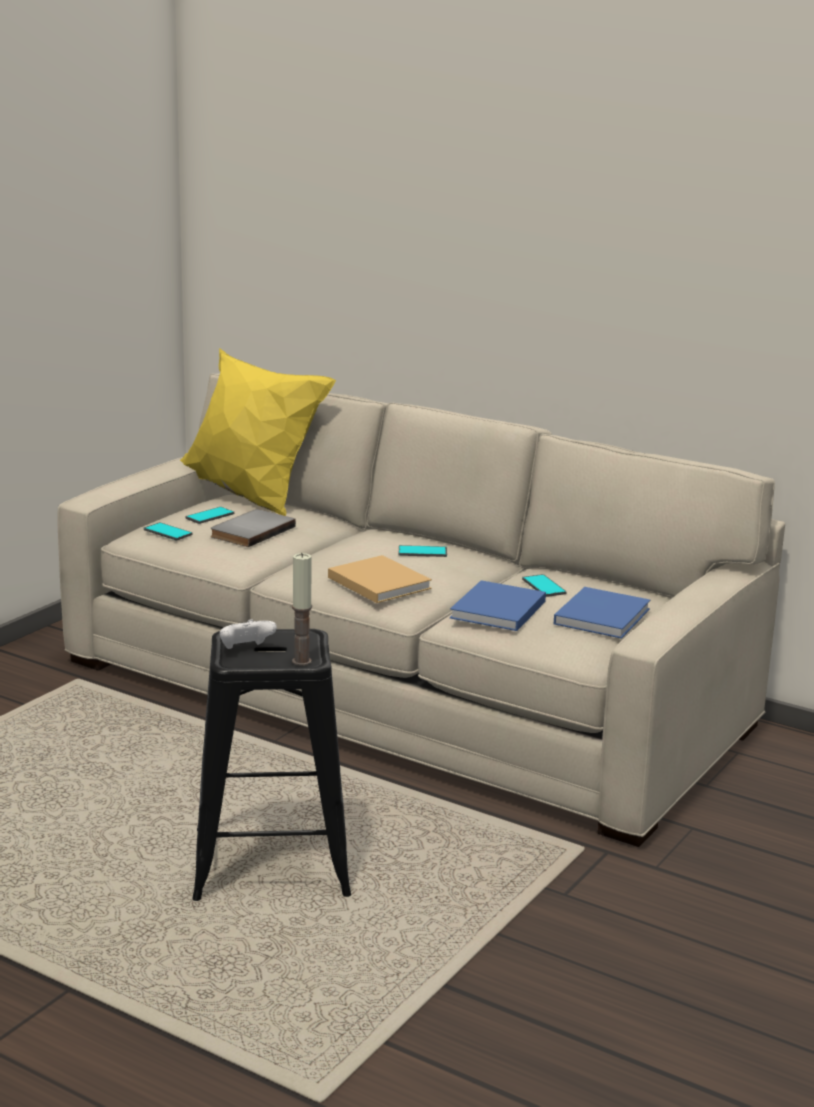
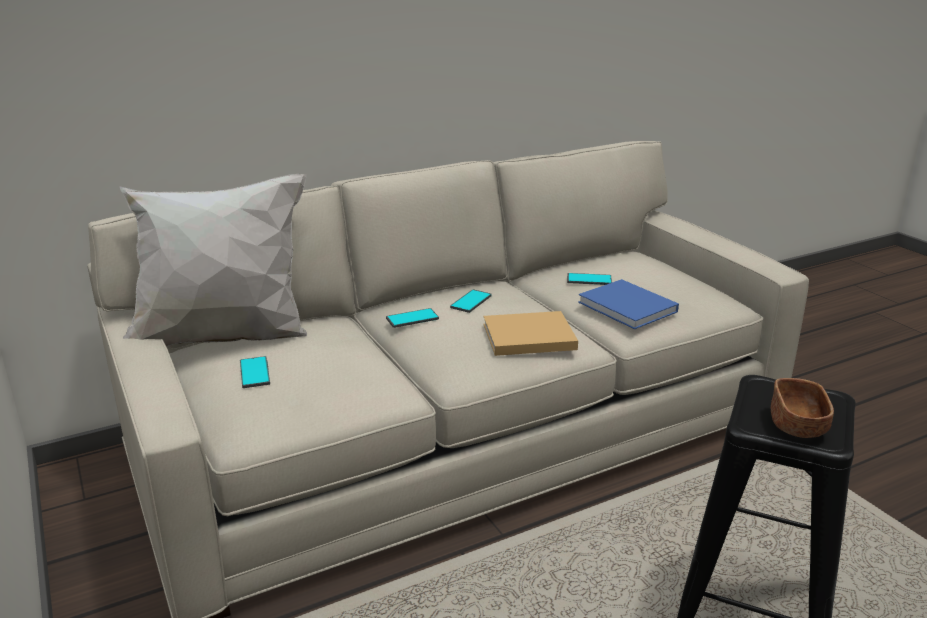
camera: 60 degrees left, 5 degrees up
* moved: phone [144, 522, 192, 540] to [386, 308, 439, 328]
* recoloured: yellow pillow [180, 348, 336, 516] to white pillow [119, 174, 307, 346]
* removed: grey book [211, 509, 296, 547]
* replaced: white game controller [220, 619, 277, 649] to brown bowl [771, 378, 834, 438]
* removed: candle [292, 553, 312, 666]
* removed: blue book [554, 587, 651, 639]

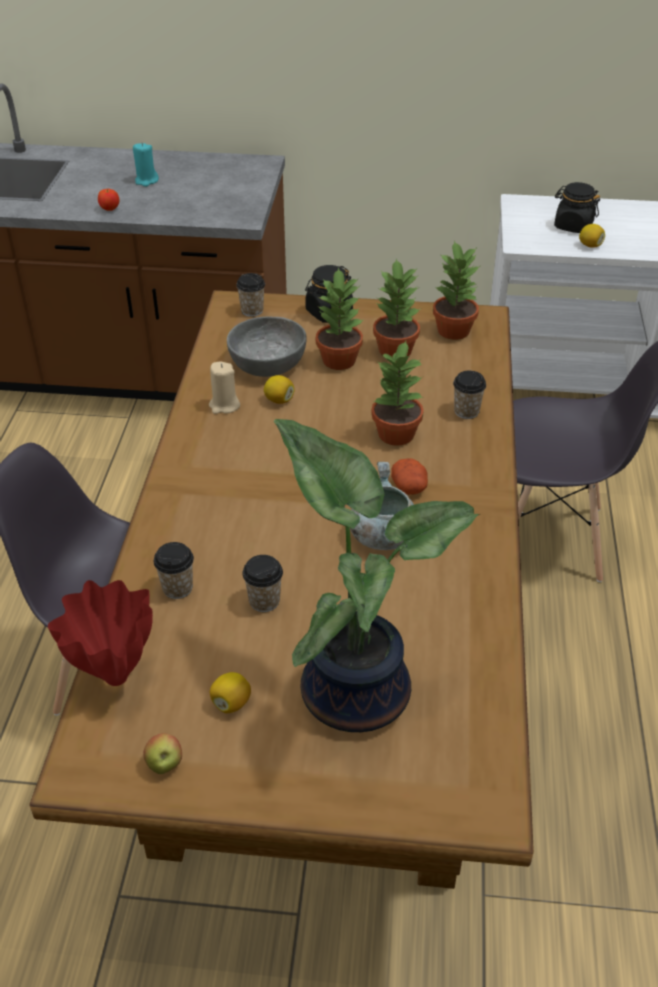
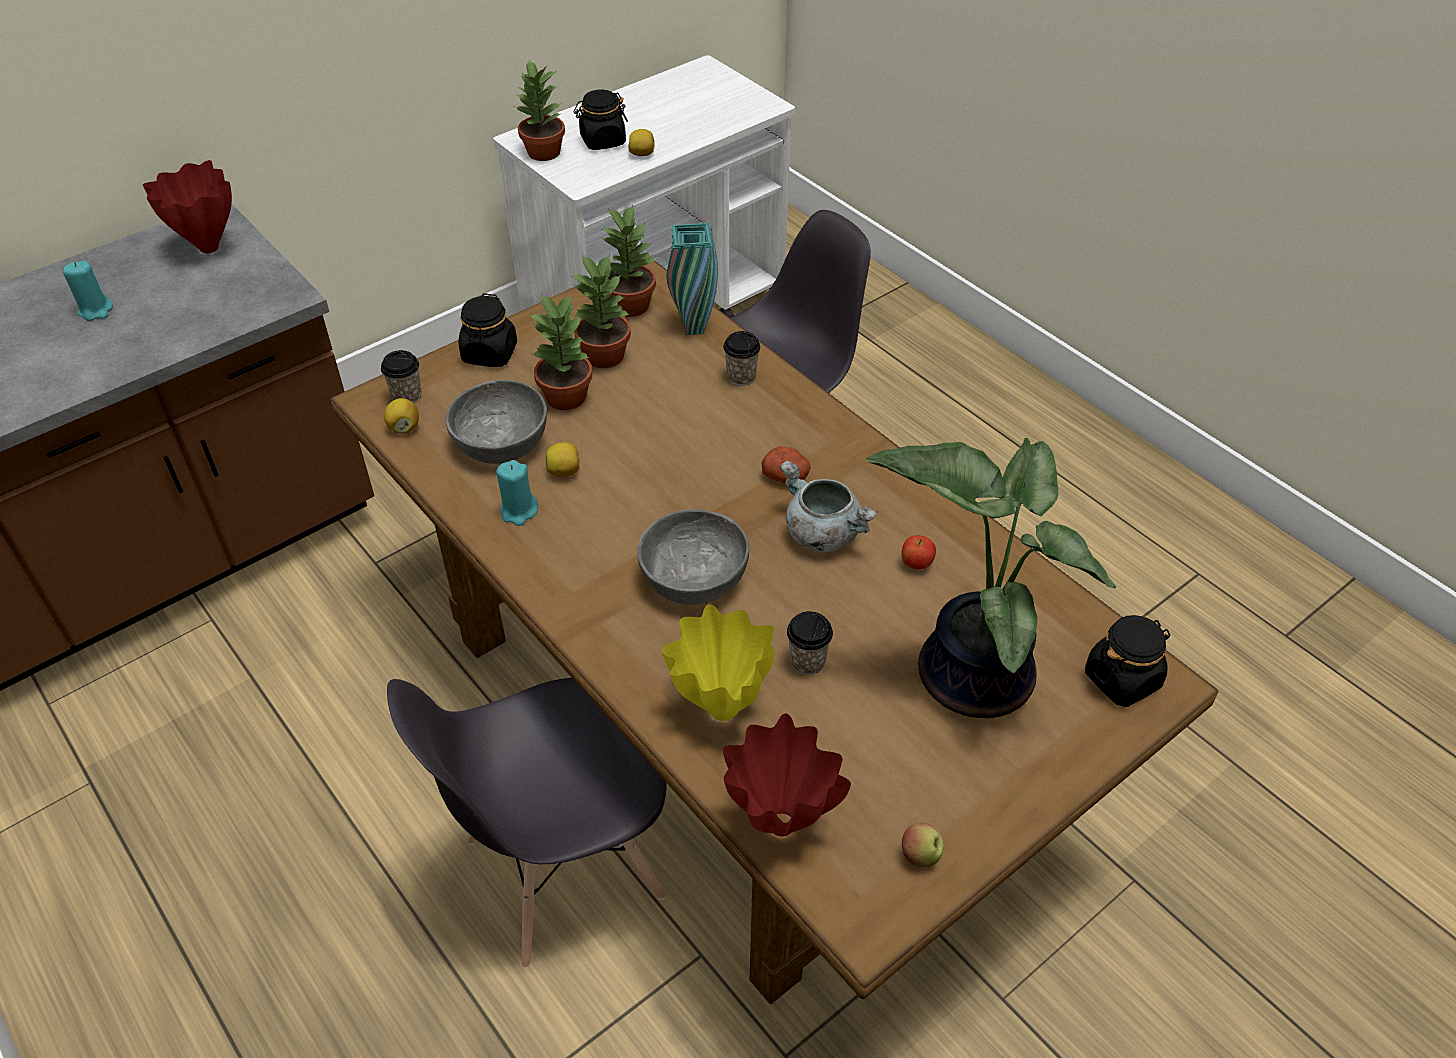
camera: 45 degrees left, 5 degrees up
* moved: apple [98, 189, 119, 211] to [901, 535, 936, 570]
* replaced: cup [154, 542, 194, 599] to yellow vase [662, 604, 775, 721]
* recoloured: beige candle [209, 362, 240, 414] to turquoise candle [496, 460, 538, 526]
* moved: lemon [210, 672, 251, 713] to [384, 398, 419, 434]
* moved: potted plant [371, 341, 424, 446] to [514, 60, 565, 161]
* added: red vase [143, 160, 232, 253]
* added: grey bowl [637, 509, 749, 605]
* added: turquoise vase [667, 223, 718, 335]
* added: black jar [1085, 615, 1170, 707]

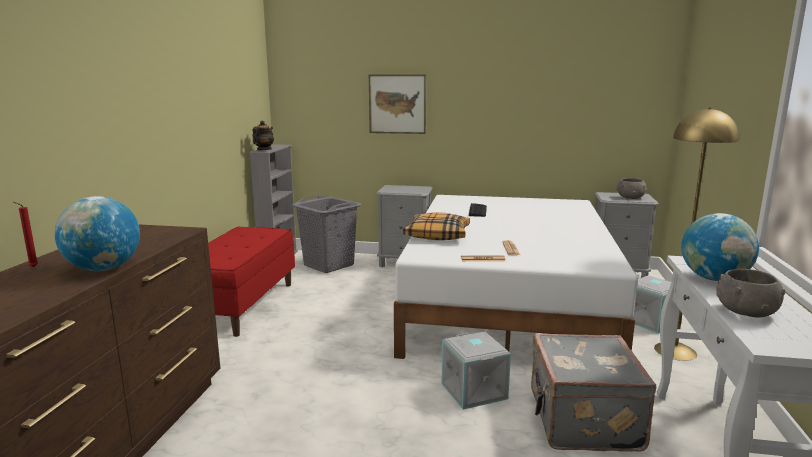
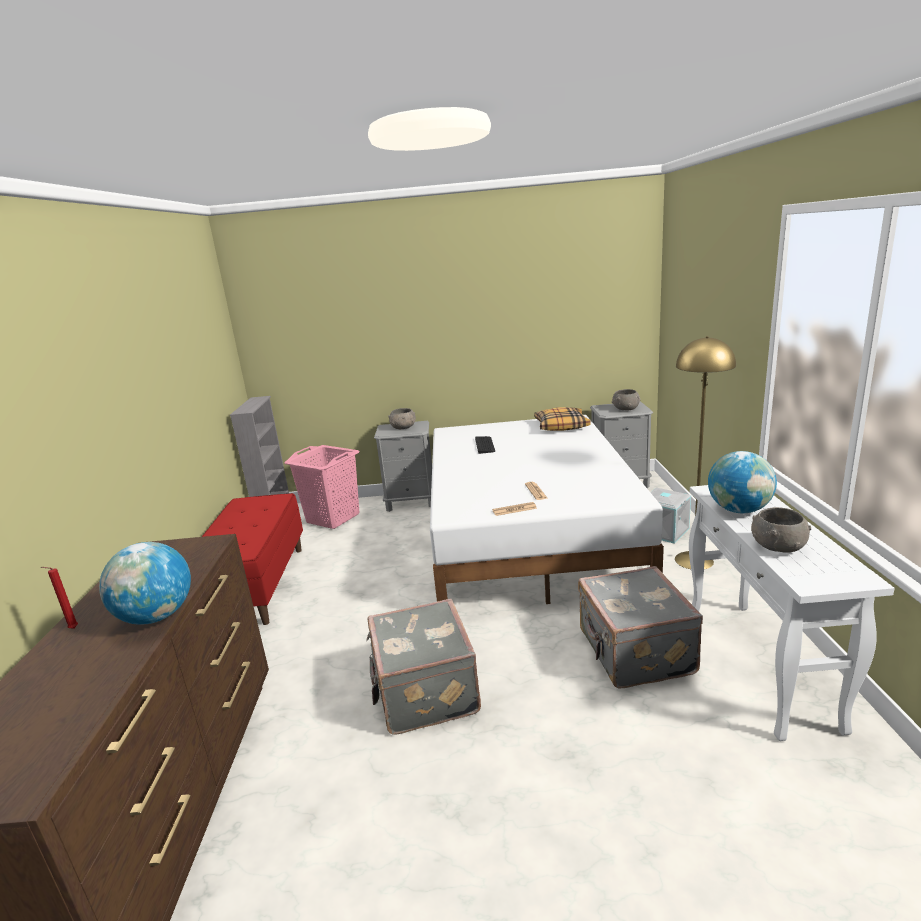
camera: 10 degrees left, 5 degrees up
* removed: teapot [252, 120, 274, 151]
* recoloured: grey laundry basket [292, 195, 362, 273] to pink laundry basket [284, 445, 360, 529]
* removed: picture [369, 74, 426, 134]
* moved: pillow [403, 212, 470, 240] to [534, 407, 591, 431]
* removed: grey storage box [441, 332, 511, 410]
* added: grey suitcase [366, 599, 481, 735]
* added: grey bowl [388, 408, 416, 429]

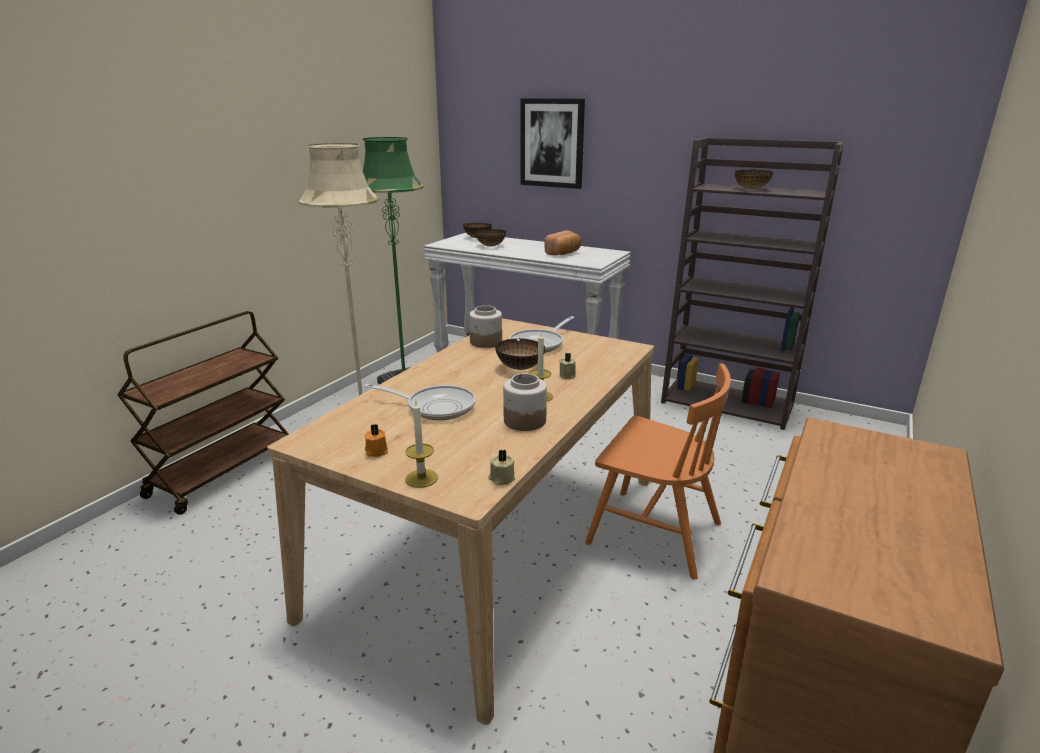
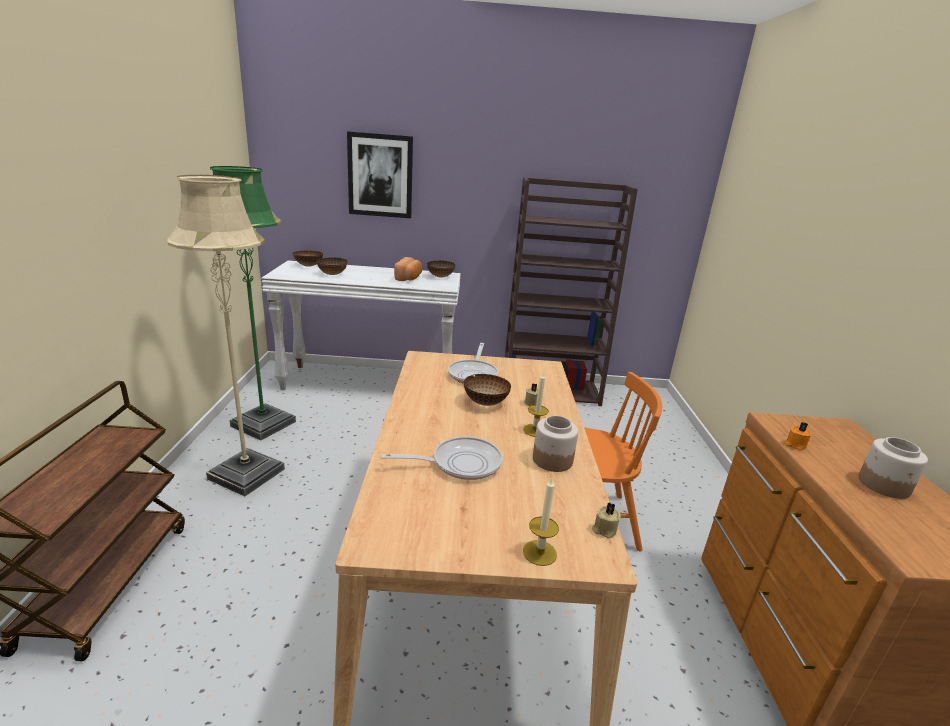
camera: 30 degrees left, 0 degrees up
* moved: orange candle [364, 424, 388, 457] to [784, 422, 812, 450]
* moved: jar [469, 305, 502, 348] to [858, 437, 928, 499]
* moved: bowl [734, 170, 774, 190] to [427, 260, 455, 277]

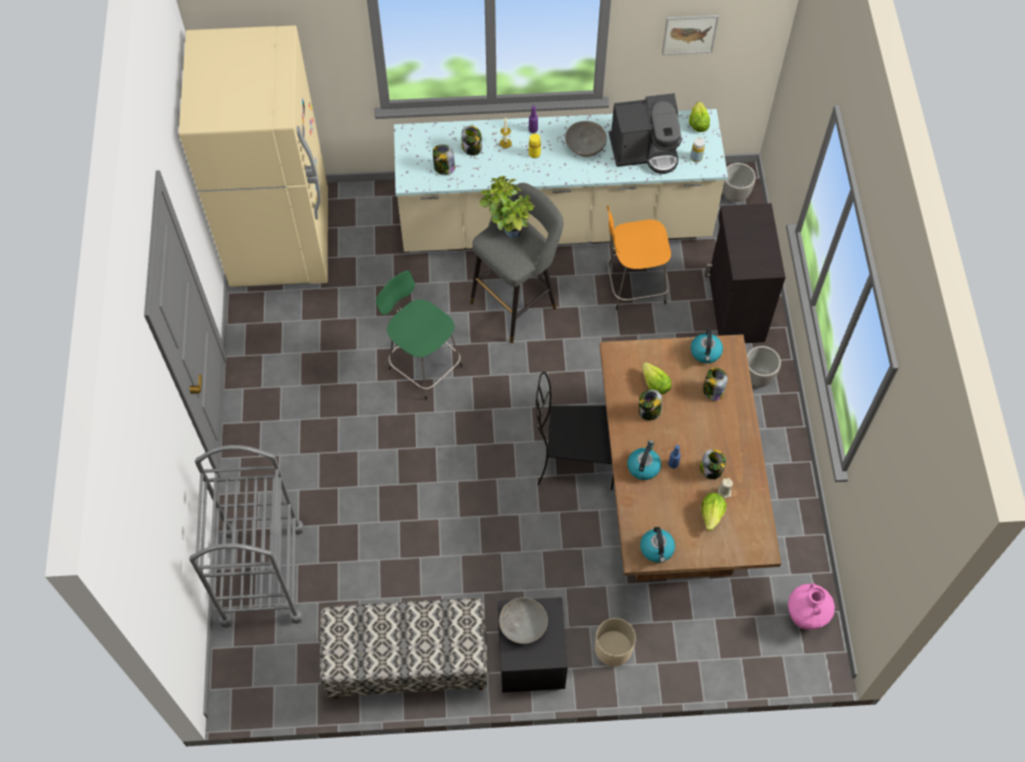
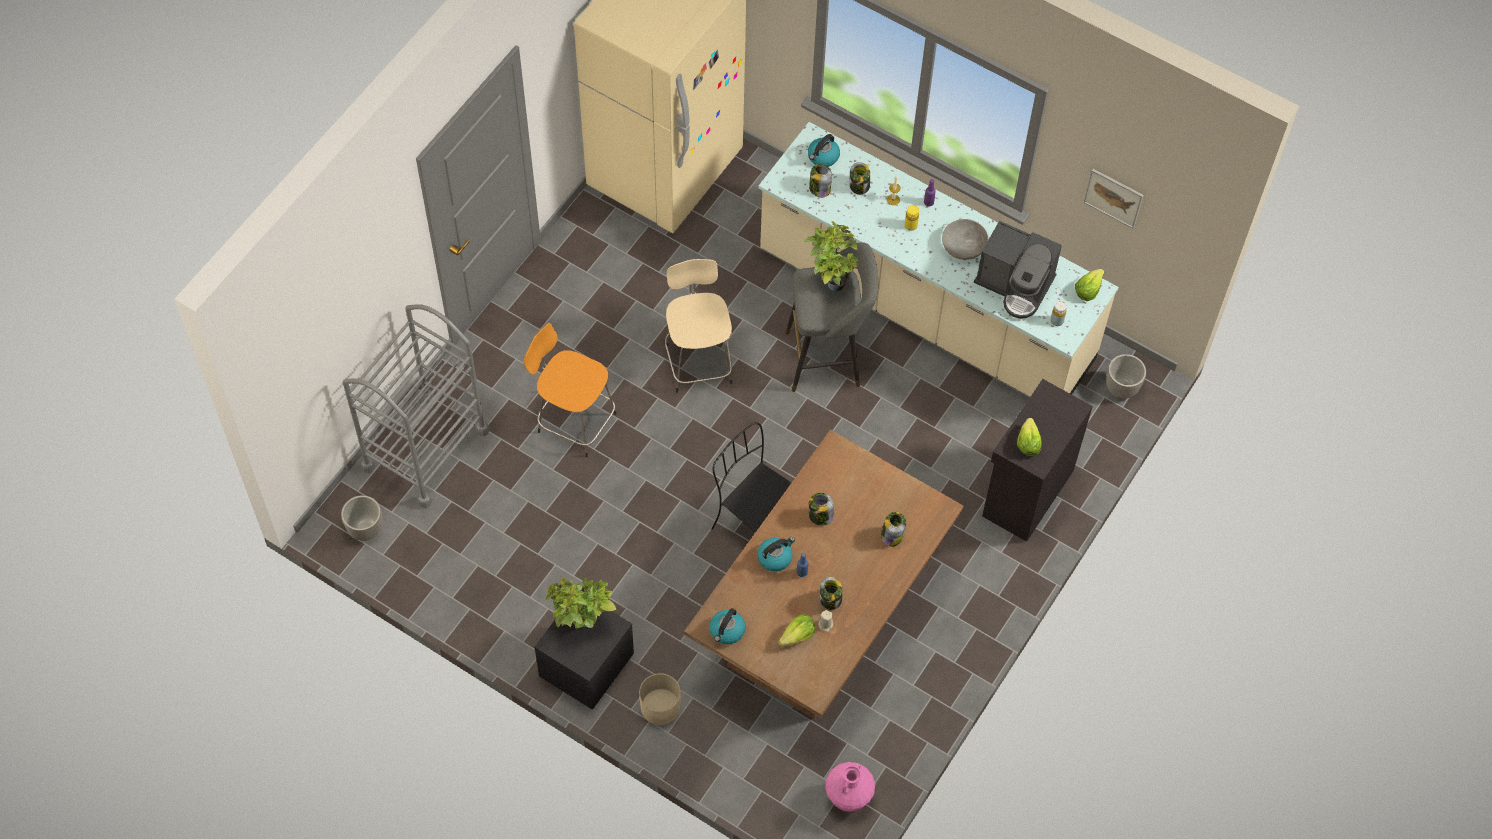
camera: 35 degrees right, 0 degrees up
* removed: bench [320, 598, 488, 699]
* recoloured: green stool [376, 270, 462, 400] to beige stool [665, 259, 732, 393]
* replaced: grey bowl [499, 597, 548, 644] to potted plant [545, 577, 616, 629]
* moved: orange stool [607, 205, 671, 310] to [524, 323, 617, 457]
* moved: lettuce [642, 362, 672, 394] to [1017, 418, 1042, 456]
* moved: kettle [691, 330, 723, 363] to [808, 134, 840, 167]
* moved: planter [747, 346, 781, 387] to [341, 495, 382, 541]

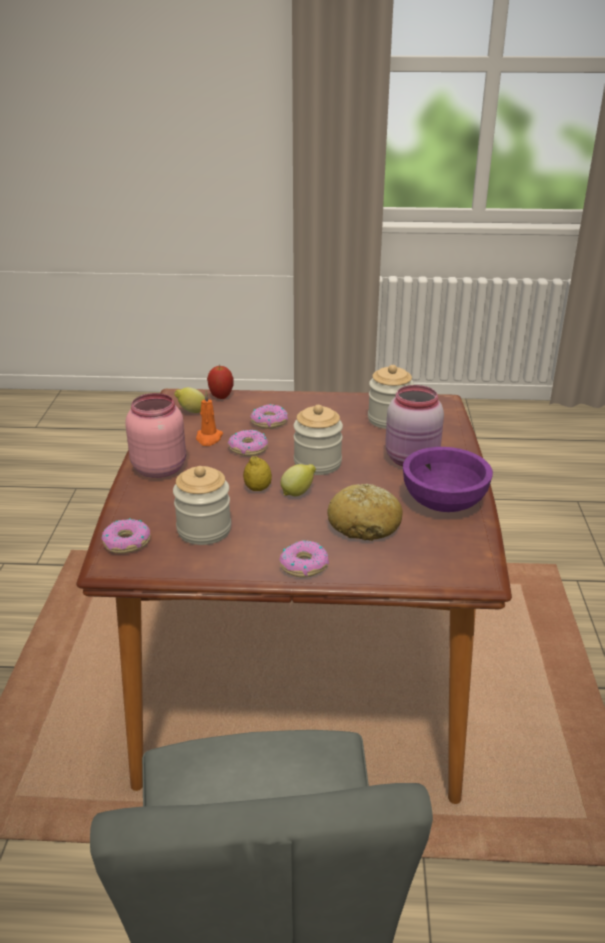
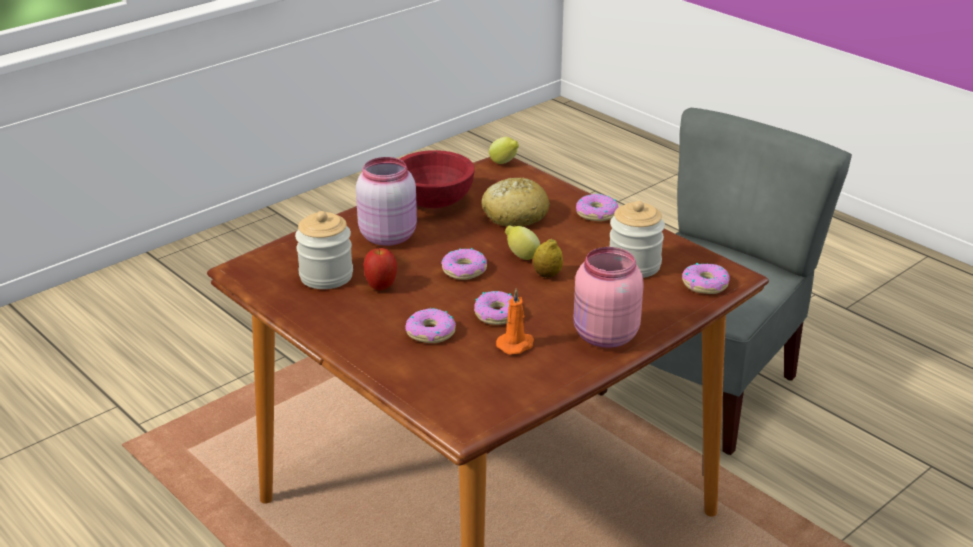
camera: 135 degrees left, 0 degrees up
* moved: lemon [174, 387, 205, 413] to [489, 137, 519, 164]
* moved: apple [207, 366, 233, 399] to [363, 248, 397, 290]
* replaced: jar [293, 405, 343, 475] to donut [441, 248, 487, 280]
* recoloured: purple bowl [403, 447, 493, 512] to red bowl [400, 150, 475, 208]

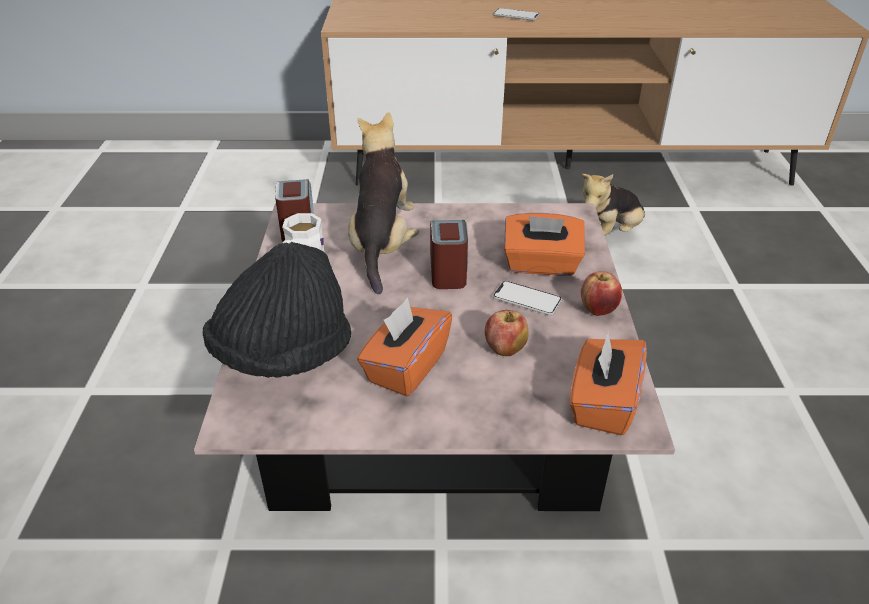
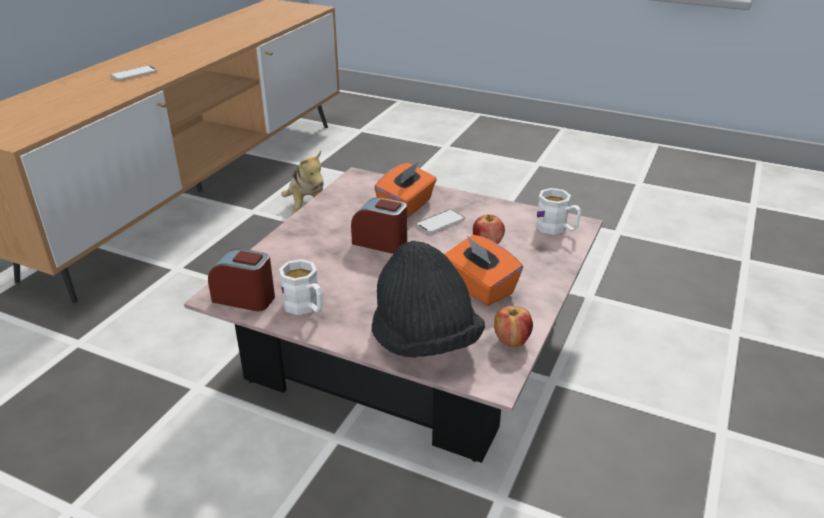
camera: 65 degrees left, 5 degrees down
* removed: plush toy [348, 112, 419, 294]
* replaced: orange tissue box [570, 333, 647, 435] to white mug [535, 188, 581, 235]
* moved: apple [581, 271, 622, 316] to [494, 306, 533, 347]

